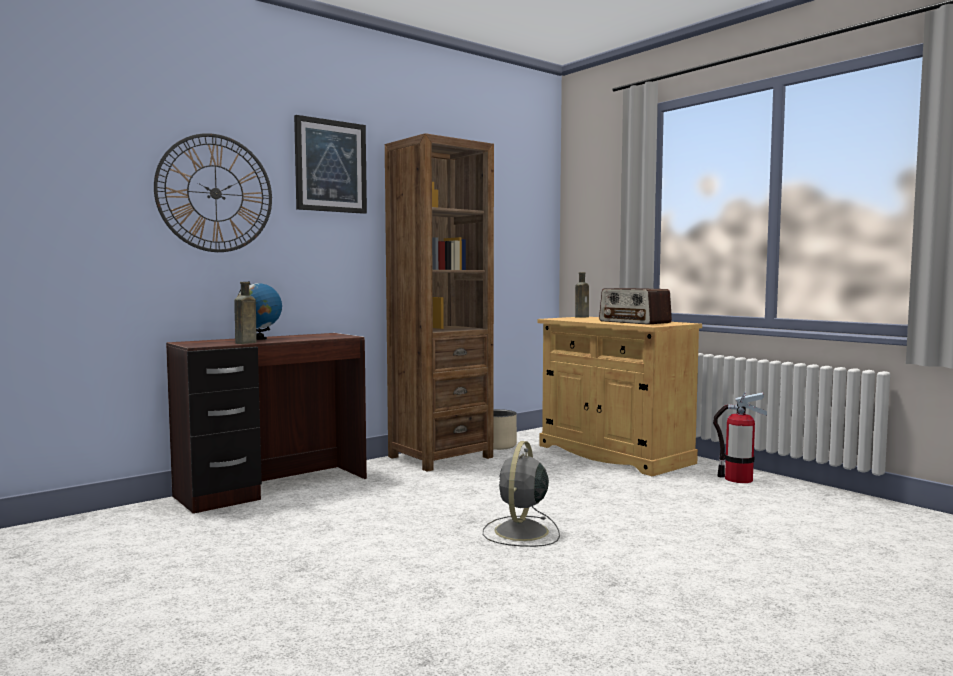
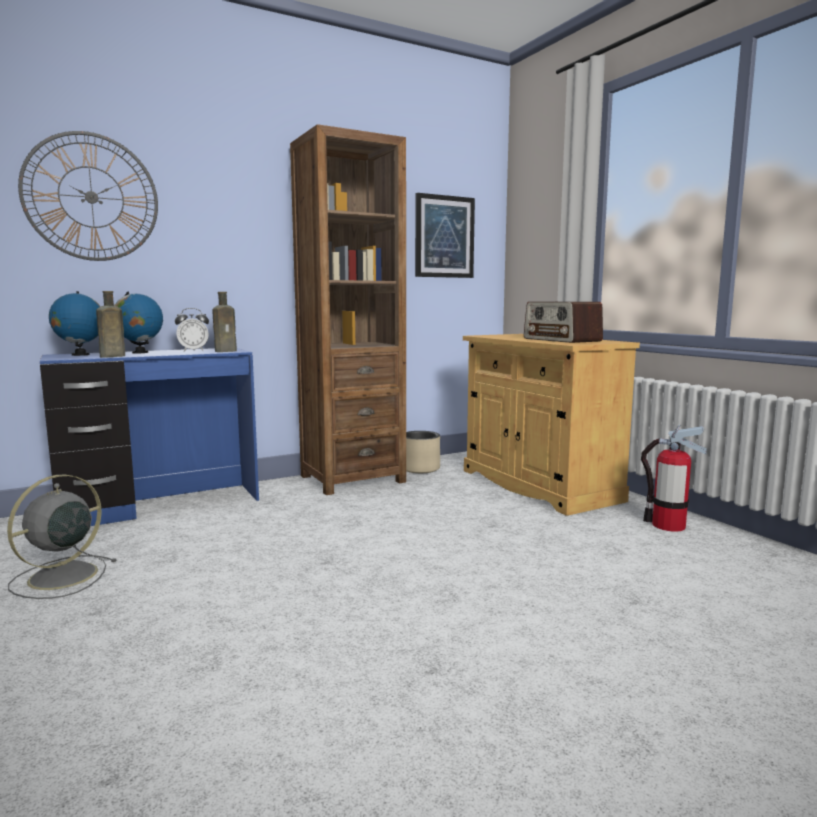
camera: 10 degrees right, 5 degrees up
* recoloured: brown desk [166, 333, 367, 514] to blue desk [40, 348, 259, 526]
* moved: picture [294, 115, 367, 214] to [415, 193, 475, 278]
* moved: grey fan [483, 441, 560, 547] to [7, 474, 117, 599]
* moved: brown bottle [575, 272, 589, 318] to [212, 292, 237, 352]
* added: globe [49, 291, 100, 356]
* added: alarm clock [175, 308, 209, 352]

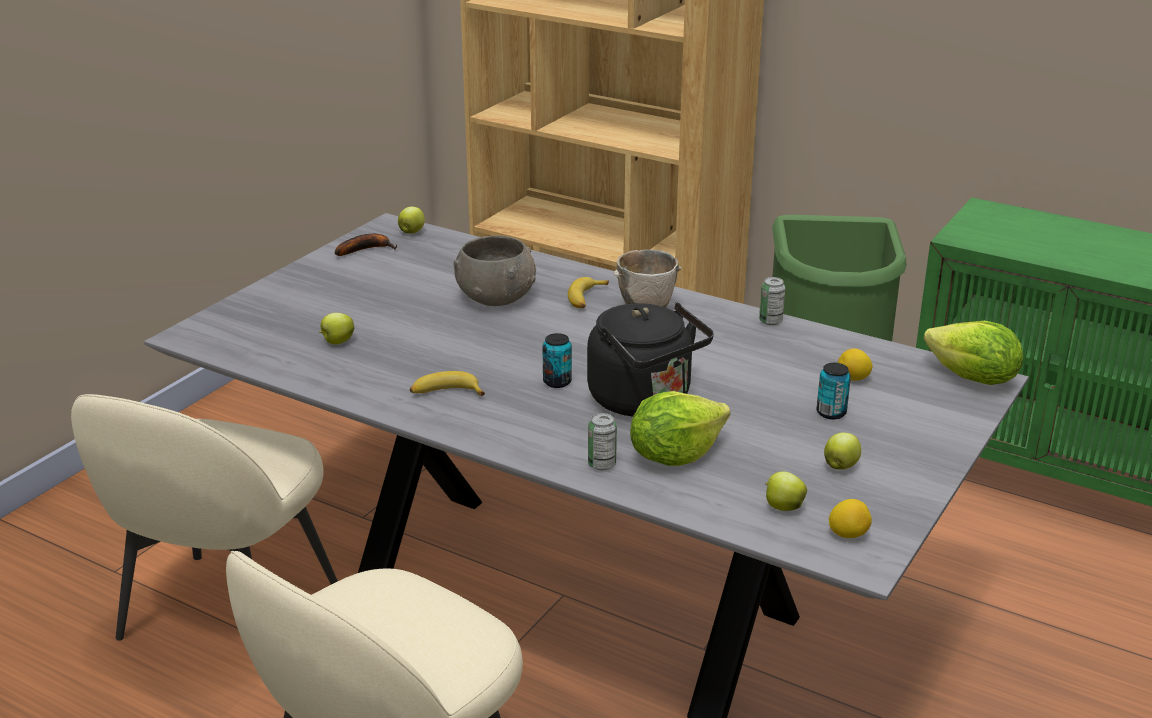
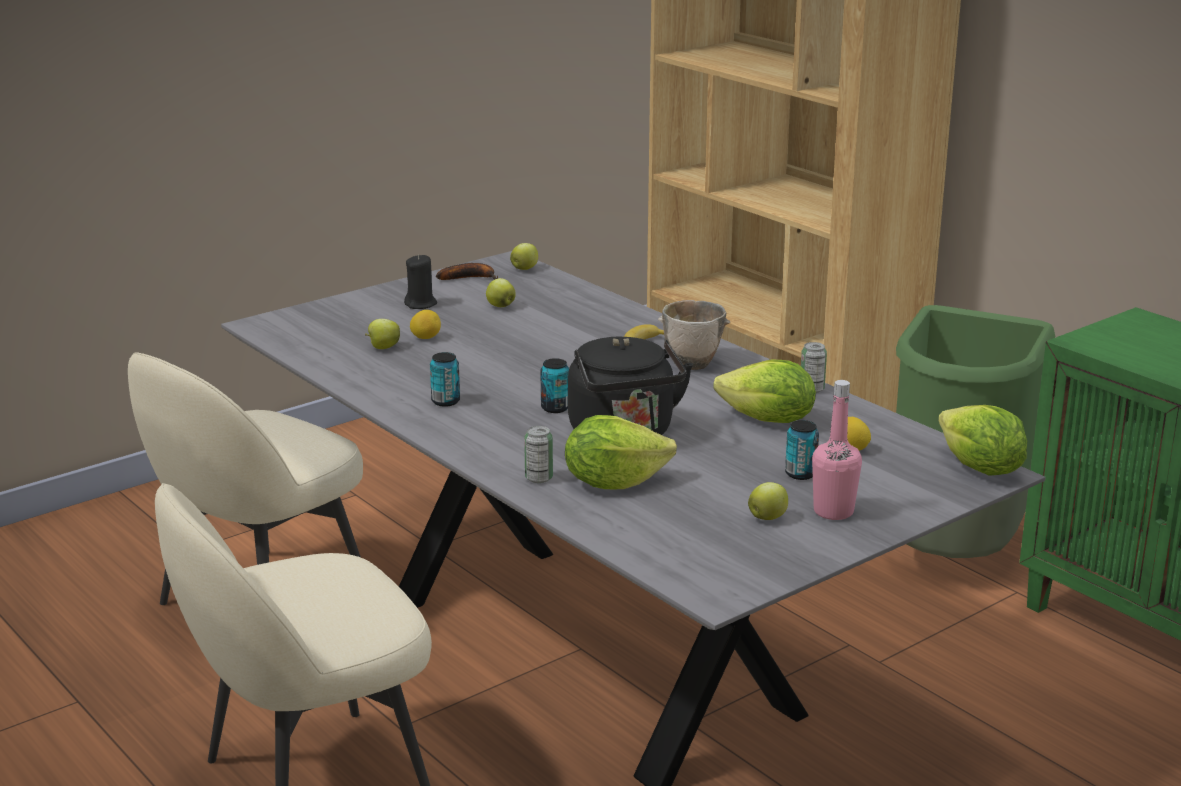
camera: 20 degrees right, 5 degrees down
* replaced: banana [410, 371, 485, 396] to can [430, 352, 460, 407]
* removed: grey bowl [453, 236, 536, 306]
* moved: apple [765, 471, 807, 511] to [486, 278, 516, 307]
* moved: lemon [829, 499, 872, 538] to [410, 310, 441, 339]
* added: black candle [404, 254, 437, 309]
* added: lettuce [713, 360, 816, 423]
* added: pink bottle [812, 380, 862, 520]

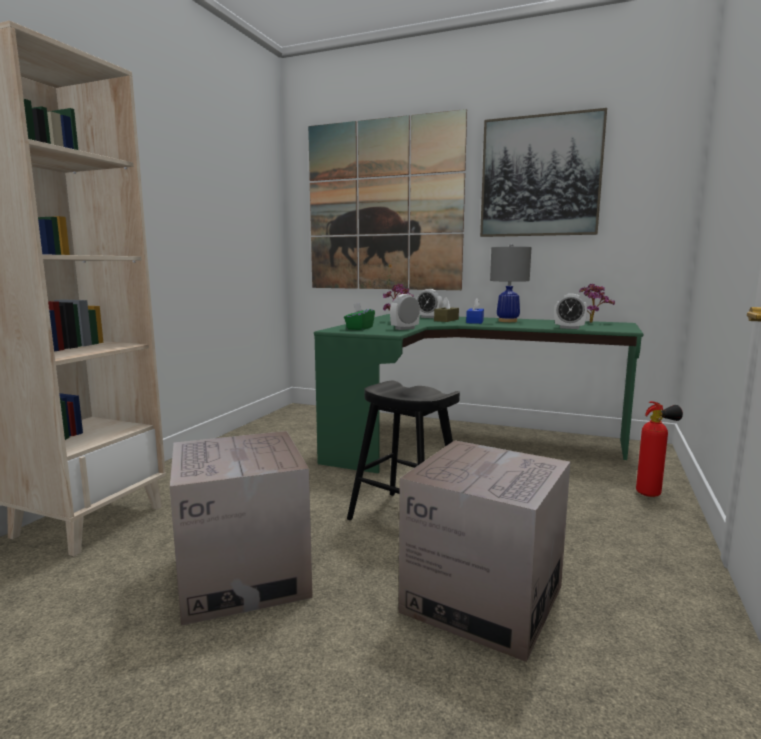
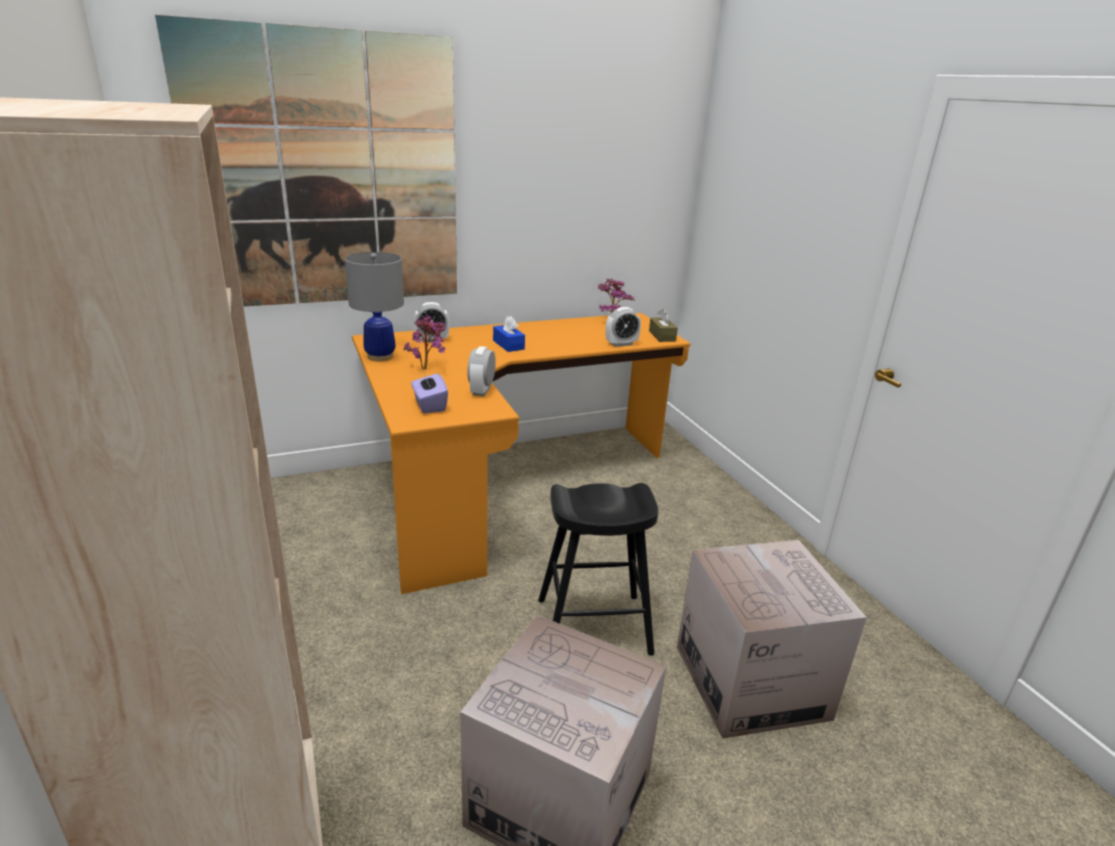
camera: 45 degrees left, 15 degrees up
* recoloured: green desk [314, 314, 643, 473] to orange desk [352, 313, 690, 594]
* recoloured: green tissue box [344, 303, 375, 330] to purple tissue box [411, 371, 448, 413]
* moved: brown tissue box [434, 297, 459, 322] to [649, 309, 678, 342]
* removed: picture [480, 108, 607, 237]
* moved: grey table lamp [490, 244, 531, 322] to [345, 252, 404, 362]
* removed: fire extinguisher [636, 401, 683, 497]

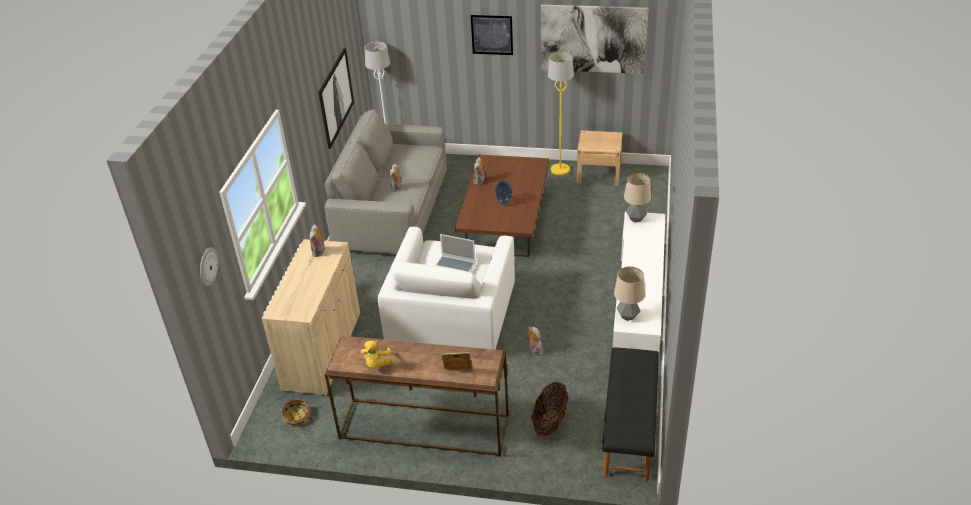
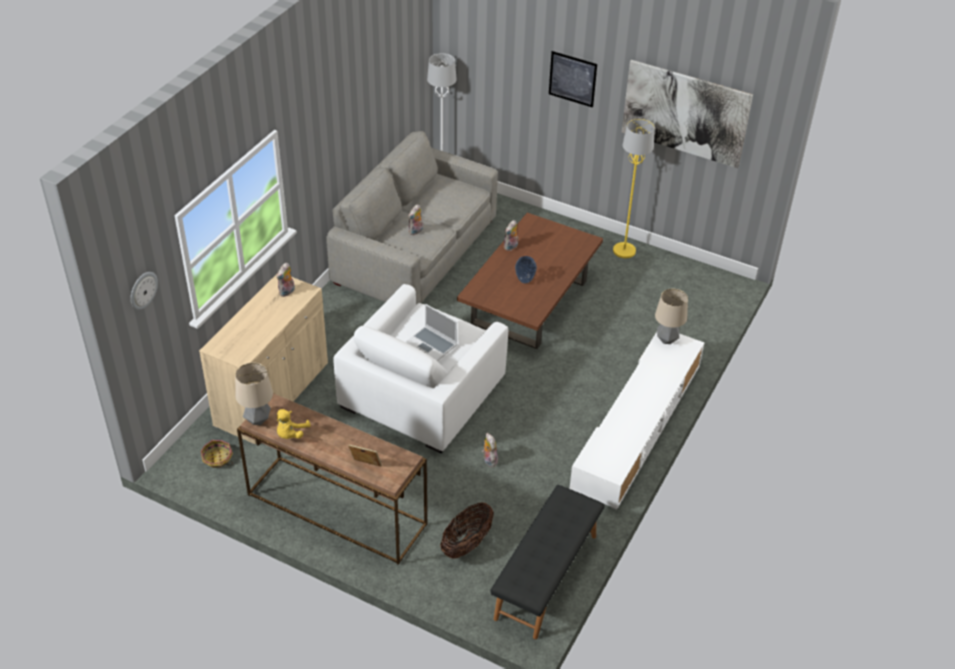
camera: 15 degrees right, 5 degrees up
* removed: picture [318, 48, 354, 149]
* removed: beige nightstand [577, 130, 622, 186]
* moved: table lamp [614, 267, 645, 321] to [235, 363, 273, 425]

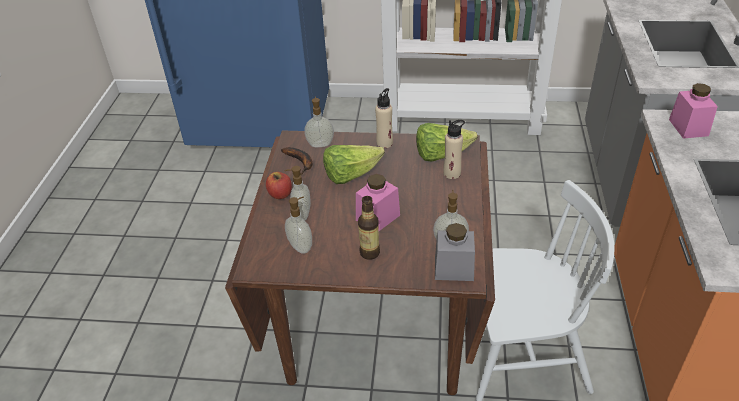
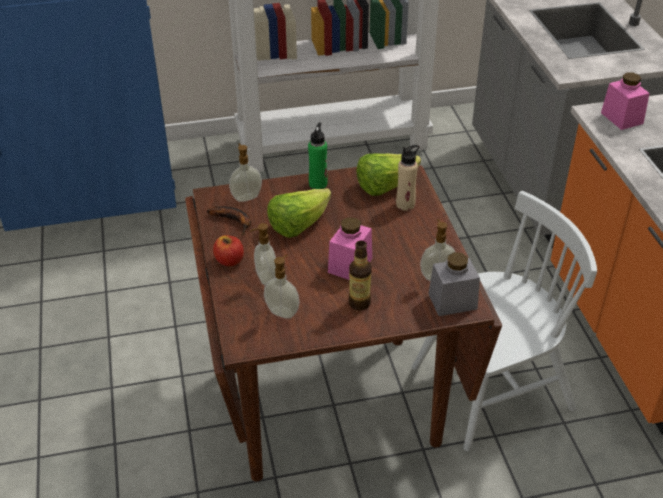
camera: 20 degrees left, 0 degrees up
* recoloured: beige bottle [375, 88, 393, 148] to green bottle [308, 122, 328, 189]

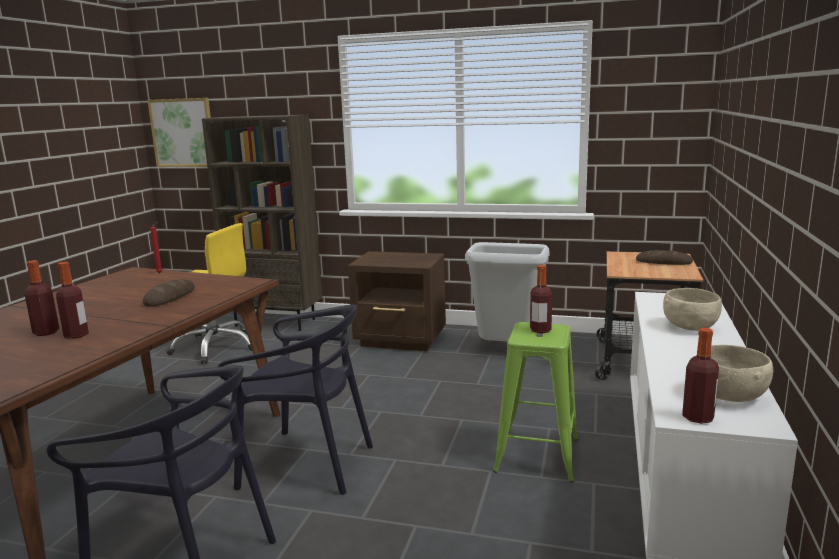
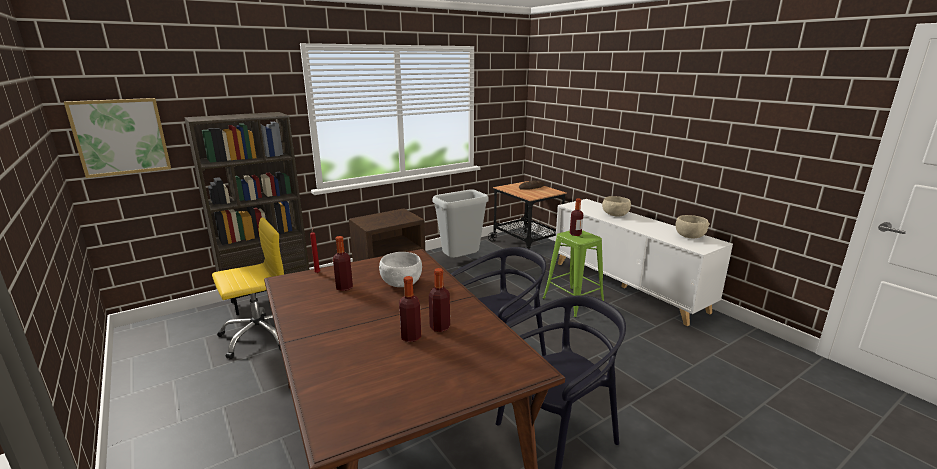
camera: 50 degrees left, 5 degrees up
* replaced: bread [143, 279, 195, 307] to white bowl [379, 252, 422, 287]
* moved: bottle [682, 328, 719, 424] to [333, 236, 353, 291]

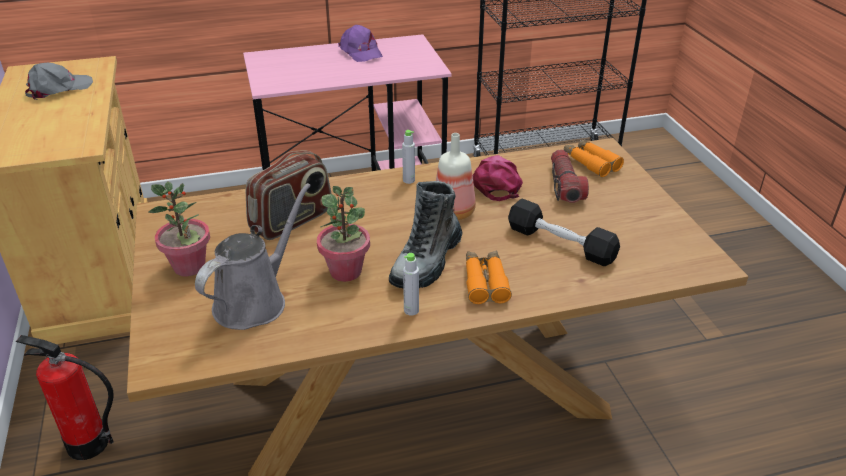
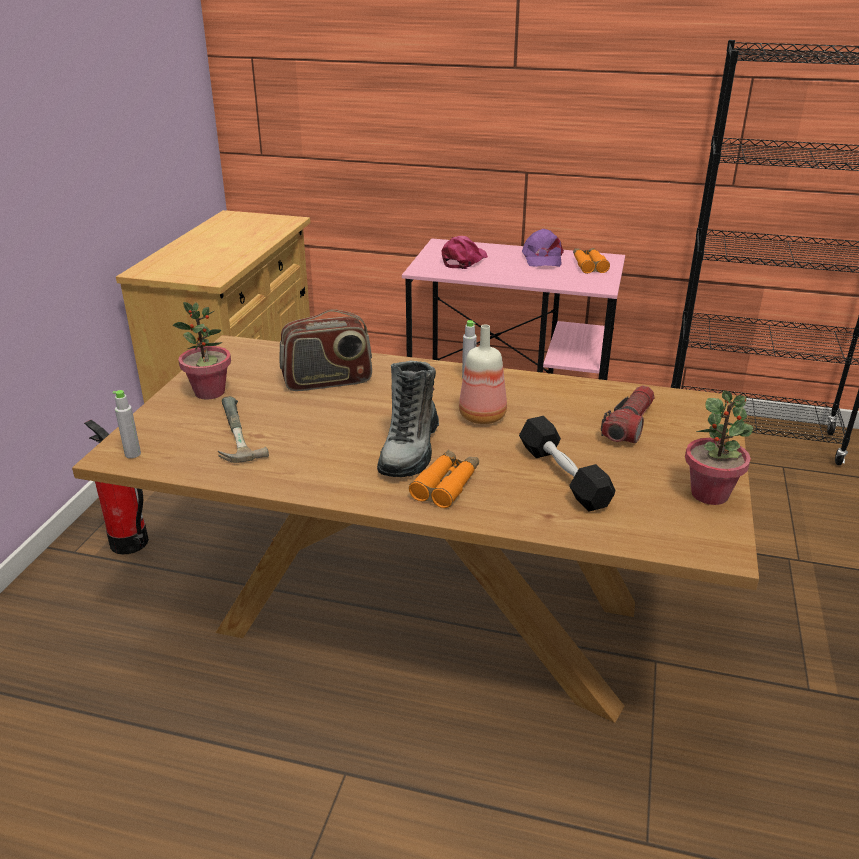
camera: 30 degrees right, 5 degrees down
* removed: grey cap [25, 62, 93, 100]
* replaced: grey watering can [195, 183, 311, 330] to hammer [218, 396, 269, 463]
* moved: potted plant [317, 186, 370, 282] to [685, 390, 753, 505]
* turned: boot [389, 181, 463, 288] = [377, 361, 439, 477] 45 degrees counterclockwise
* moved: grey bottle [403, 253, 419, 315] to [112, 390, 141, 458]
* moved: pink cap [473, 155, 523, 201] to [442, 236, 488, 269]
* moved: orange binoculars [564, 139, 624, 177] to [573, 248, 610, 274]

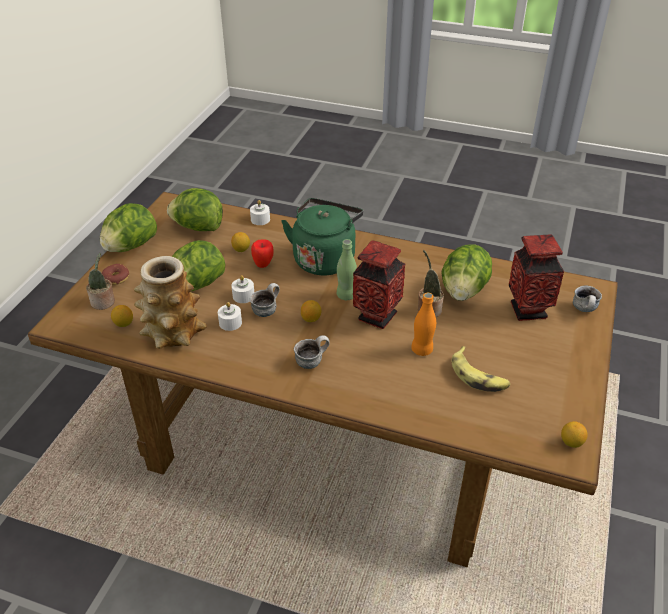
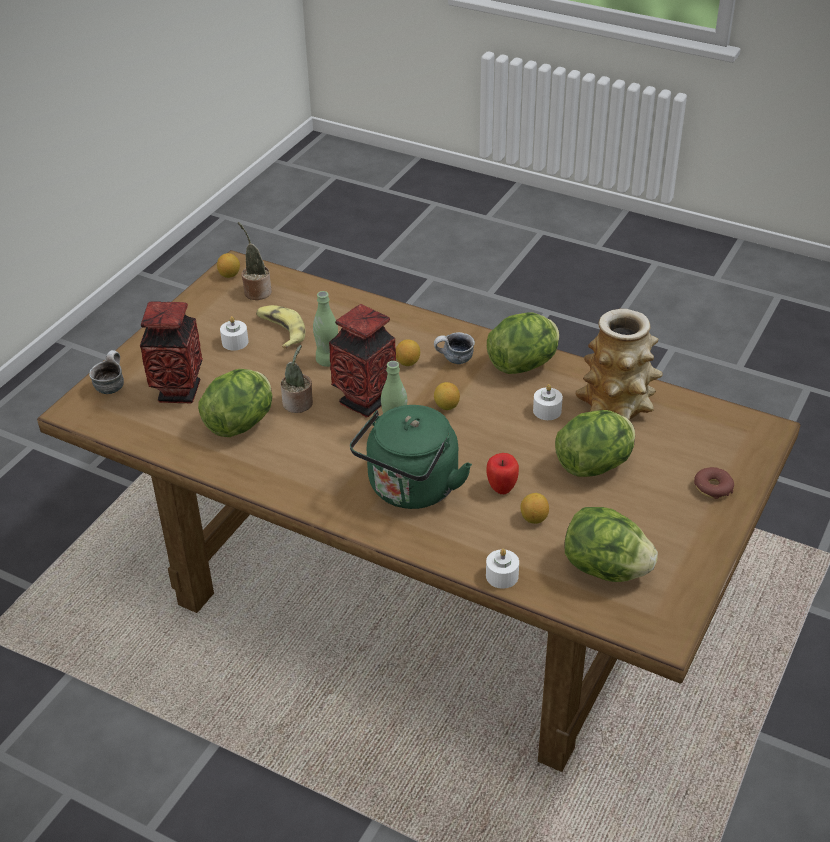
camera: 170 degrees left, 0 degrees up
* moved: potted plant [86, 253, 115, 310] to [238, 222, 272, 300]
* moved: lettuce [100, 203, 157, 252] to [487, 312, 559, 374]
* moved: lemon [111, 305, 133, 327] to [396, 339, 420, 366]
* moved: white candle [231, 275, 254, 303] to [220, 316, 248, 351]
* removed: mug [250, 283, 280, 317]
* recoloured: orange bottle [411, 293, 436, 356] to green bottle [313, 291, 338, 367]

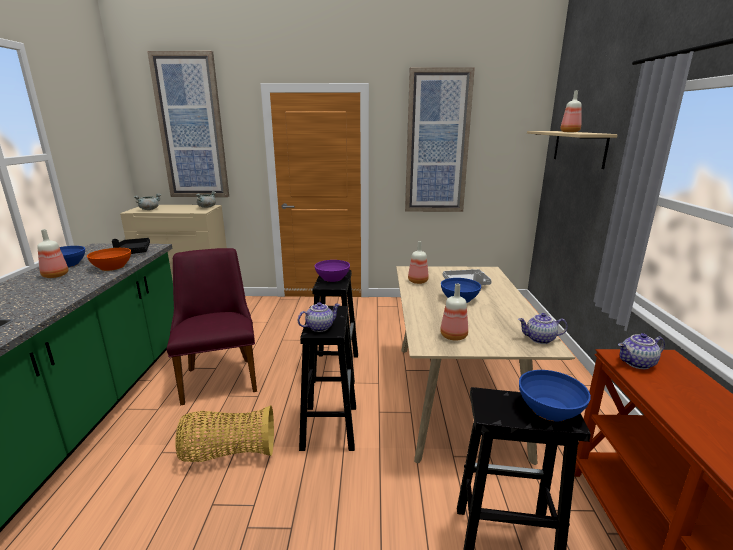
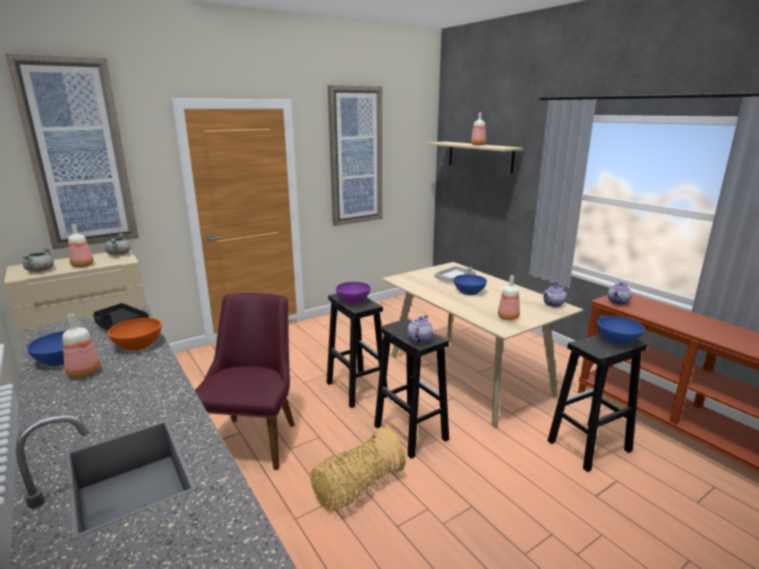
camera: 35 degrees left, 0 degrees up
* turned: purple chair [167, 248, 257, 406] = [195, 293, 295, 470] 60 degrees clockwise
* moved: bottle [408, 241, 429, 284] to [68, 224, 94, 267]

